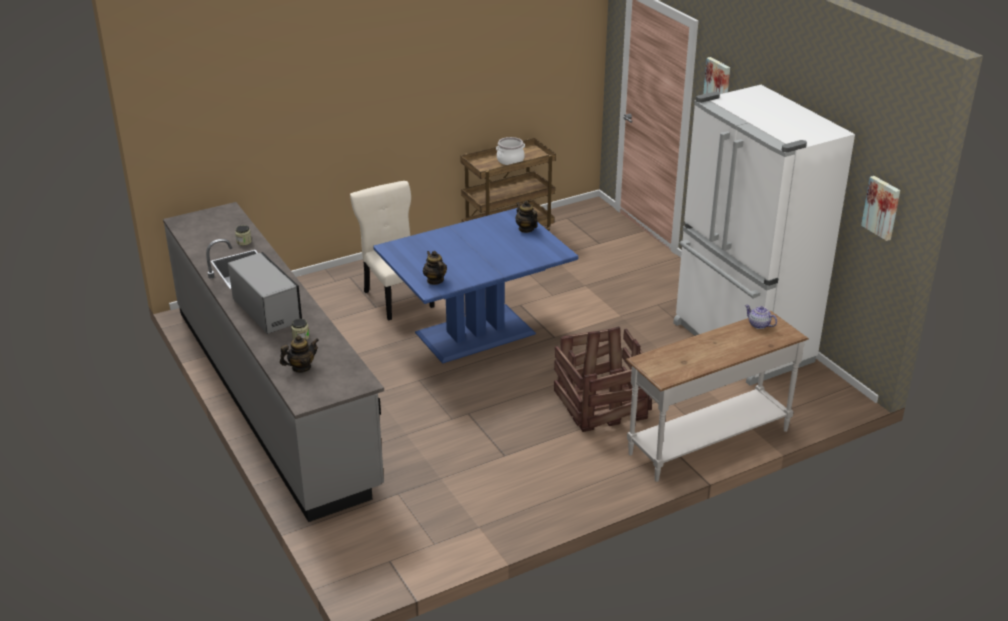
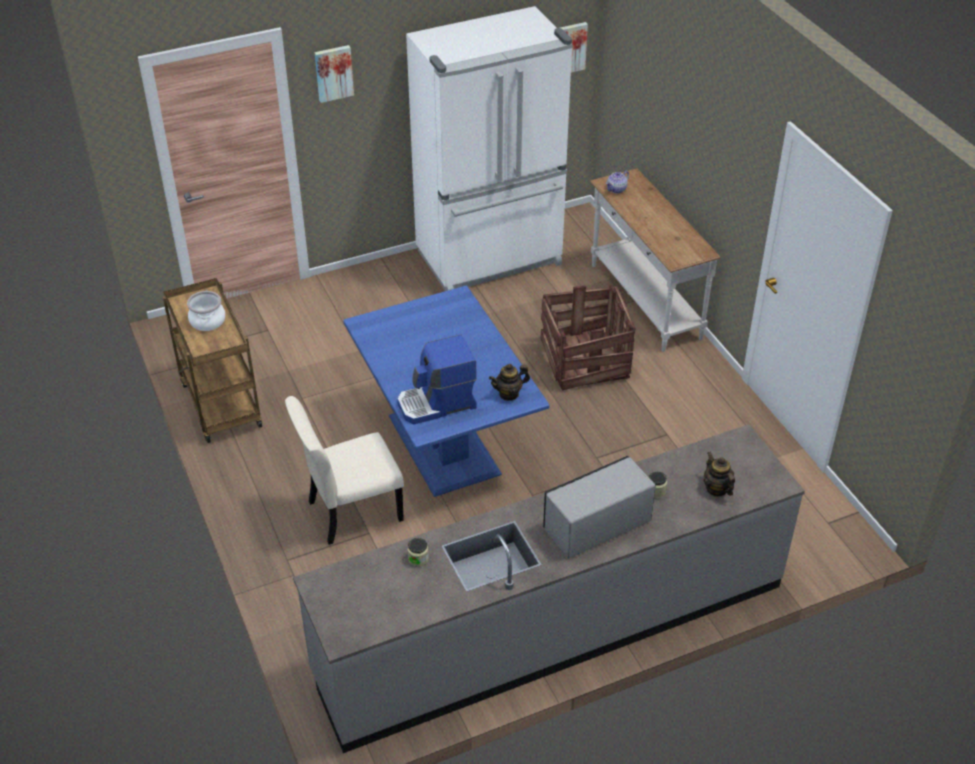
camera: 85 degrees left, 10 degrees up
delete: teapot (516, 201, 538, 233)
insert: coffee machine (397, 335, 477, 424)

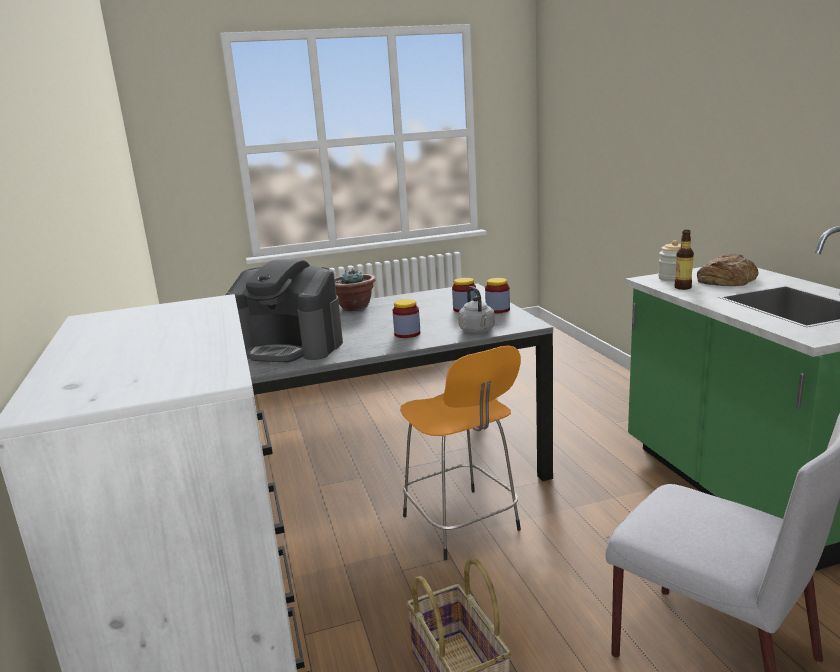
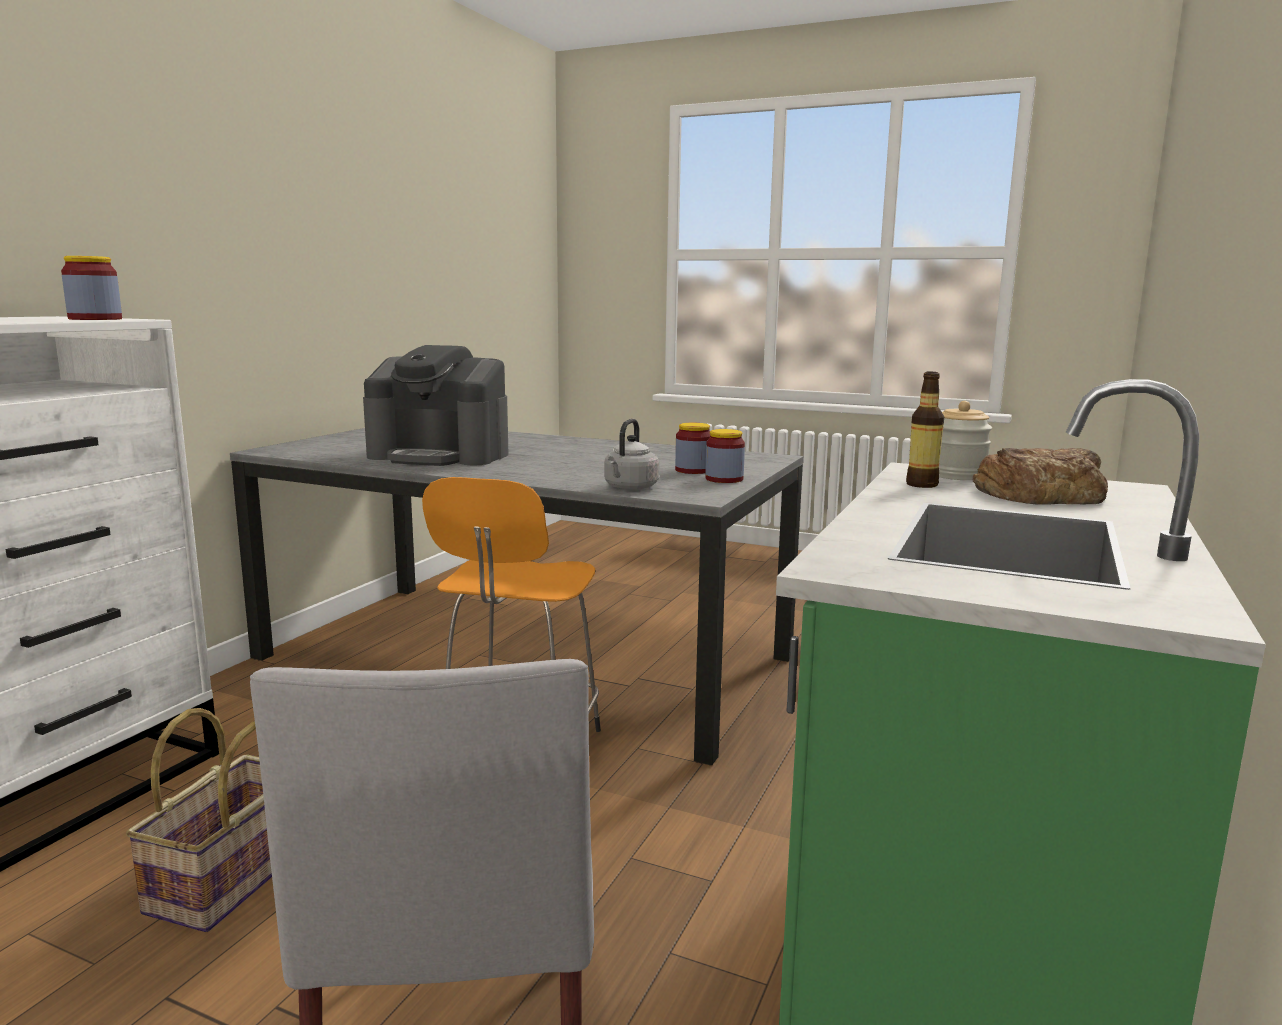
camera: 40 degrees right, 5 degrees down
delete: potted plant (335, 269, 376, 311)
move: jar (393, 299, 420, 338) to (61, 256, 122, 320)
rotate: coffee machine (225, 259, 343, 362) = (363, 345, 509, 466) 45 degrees counterclockwise

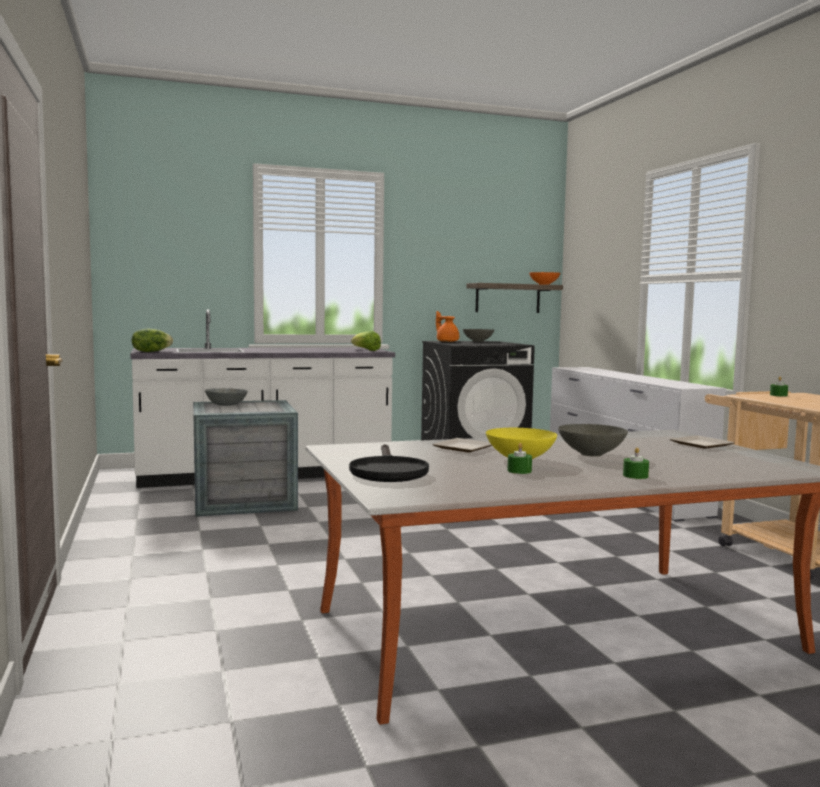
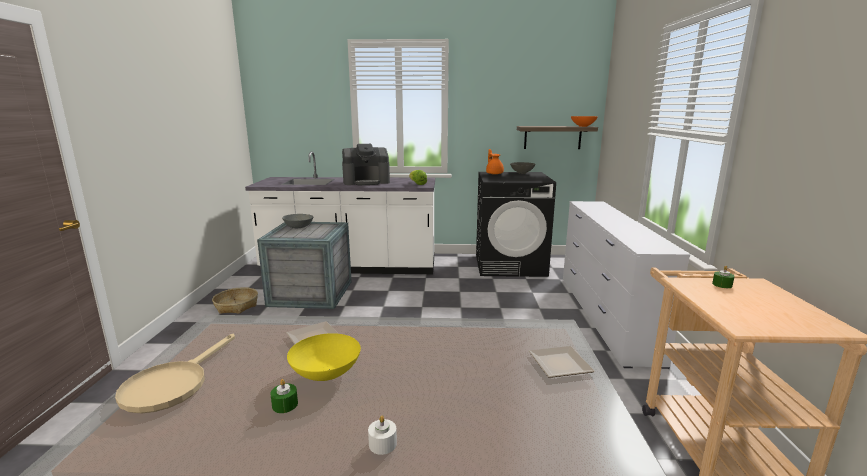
camera: 20 degrees right, 10 degrees up
delete: lettuce (132, 329, 173, 352); grey bowl (558, 424, 628, 457)
insert: basket (212, 287, 258, 314); coffee machine (342, 144, 390, 185)
recolor: black frying pan (349, 444, 429, 482) to beige frying pan (115, 333, 235, 413); green candle (623, 447, 649, 479) to white candle (368, 416, 397, 455)

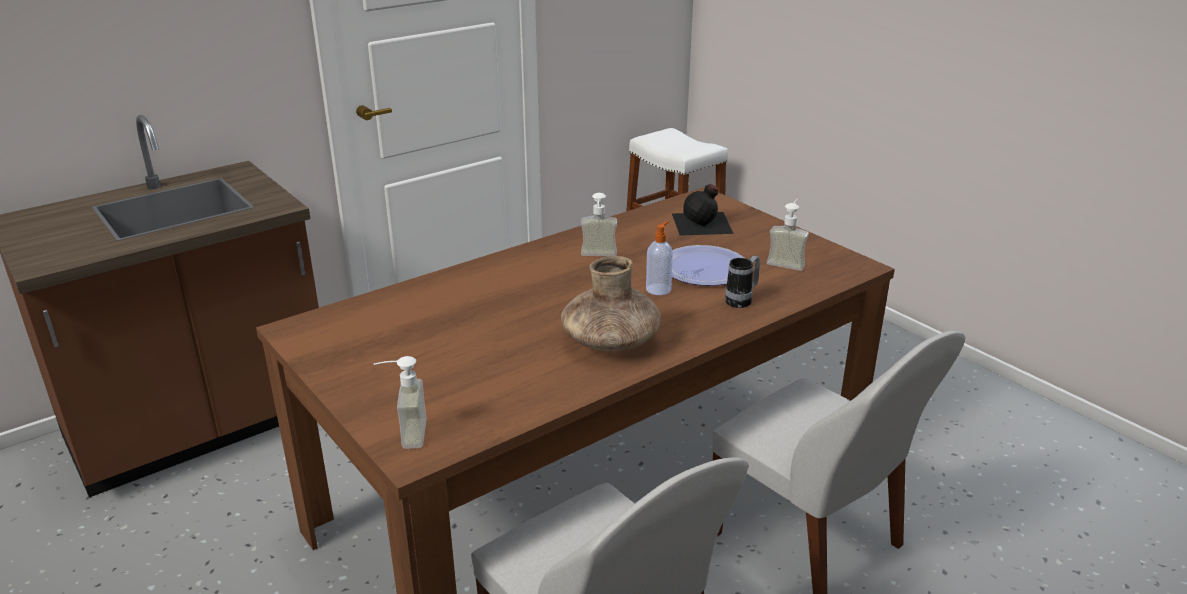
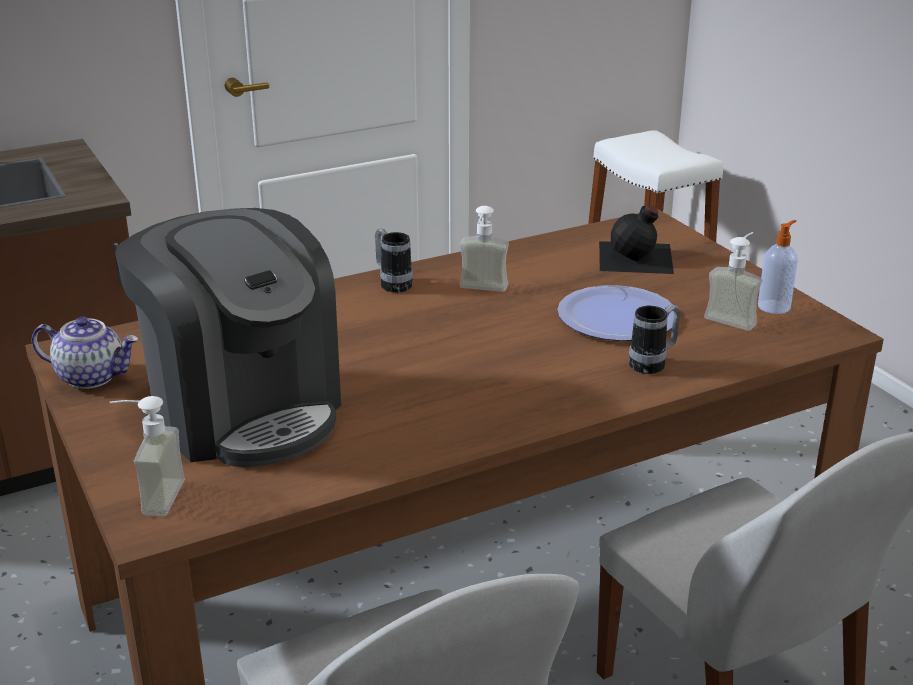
camera: 10 degrees right, 0 degrees up
delete: brown vase (561, 256, 661, 351)
insert: teapot (32, 317, 138, 389); coffee machine (115, 208, 341, 467); mug (375, 229, 413, 293)
move: soap dispenser (646, 221, 673, 295) to (758, 220, 798, 314)

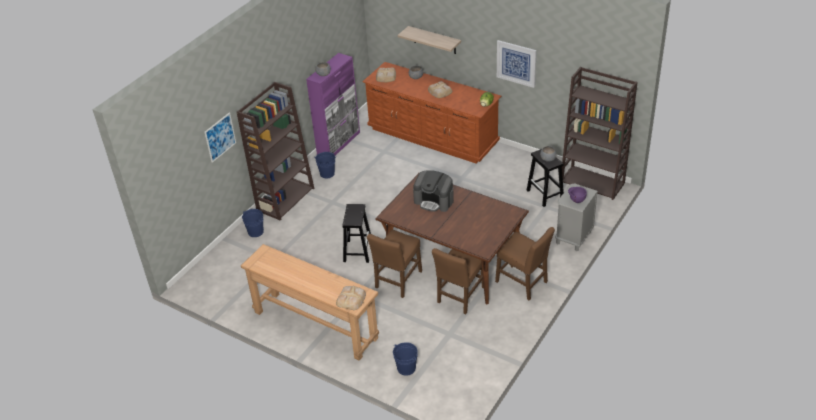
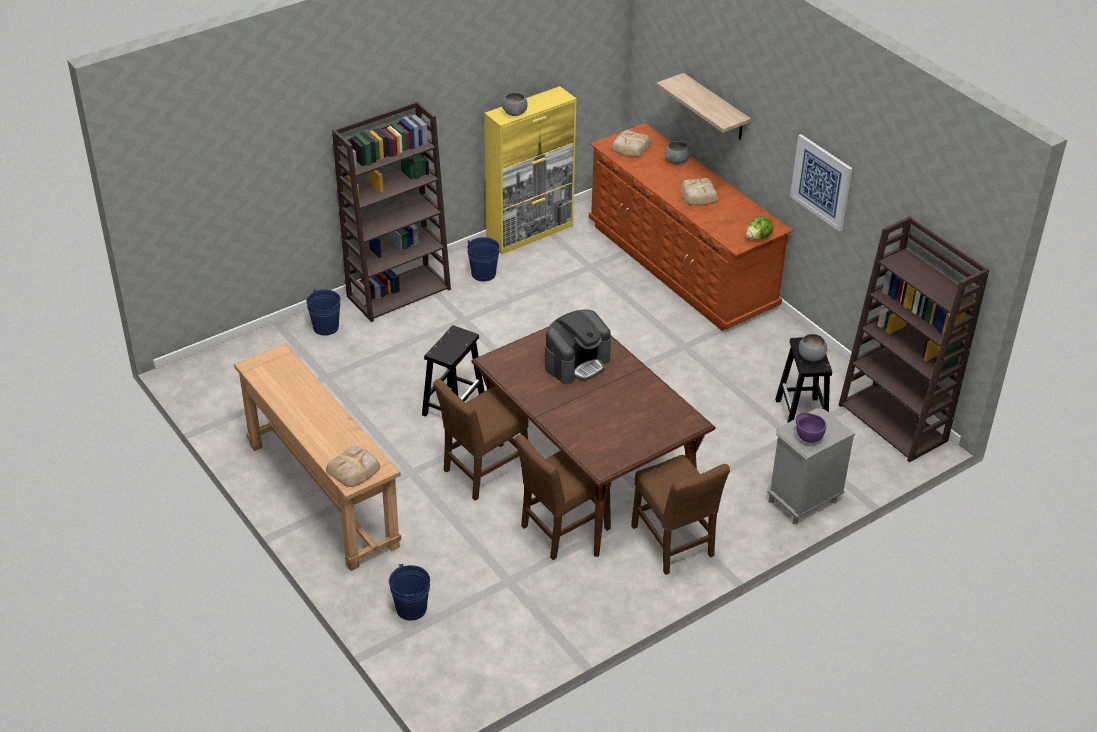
camera: 20 degrees right, 0 degrees up
delete: picture (205, 112, 236, 163)
recolor: purple cabinet (306, 53, 360, 156) to yellow cabinet (484, 86, 577, 255)
rotate: coffee machine (413, 170, 454, 212) = (545, 310, 611, 384) 90 degrees counterclockwise

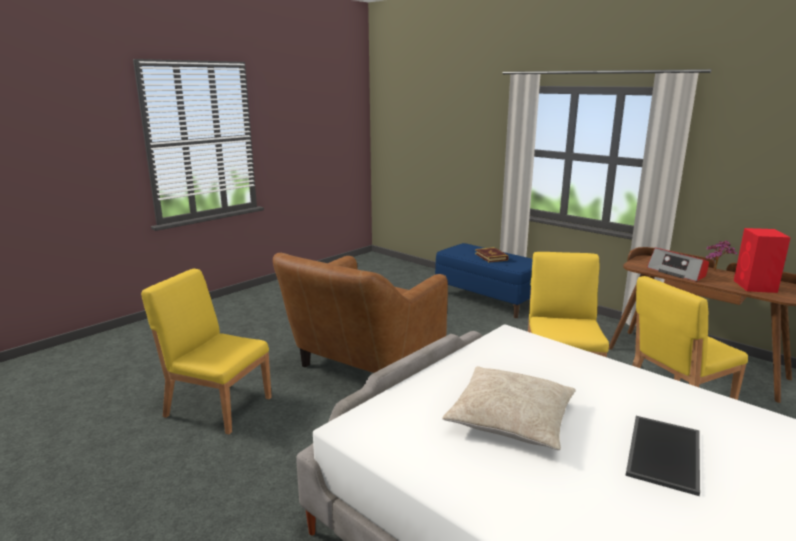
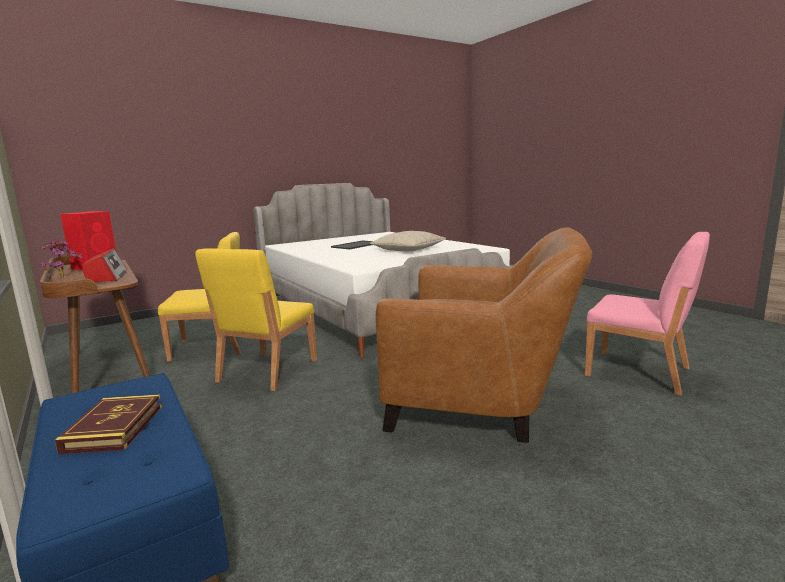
camera: 165 degrees left, 5 degrees down
recolor: yellow chair (141, 269, 272, 434) to pink chair (585, 232, 710, 396)
rotate: brown armchair (273, 253, 448, 373) = (376, 228, 592, 443) 60 degrees clockwise

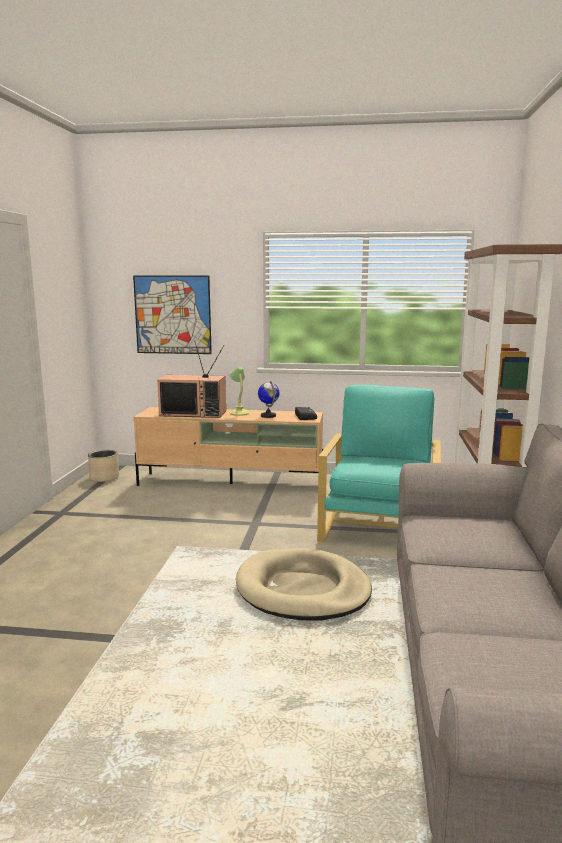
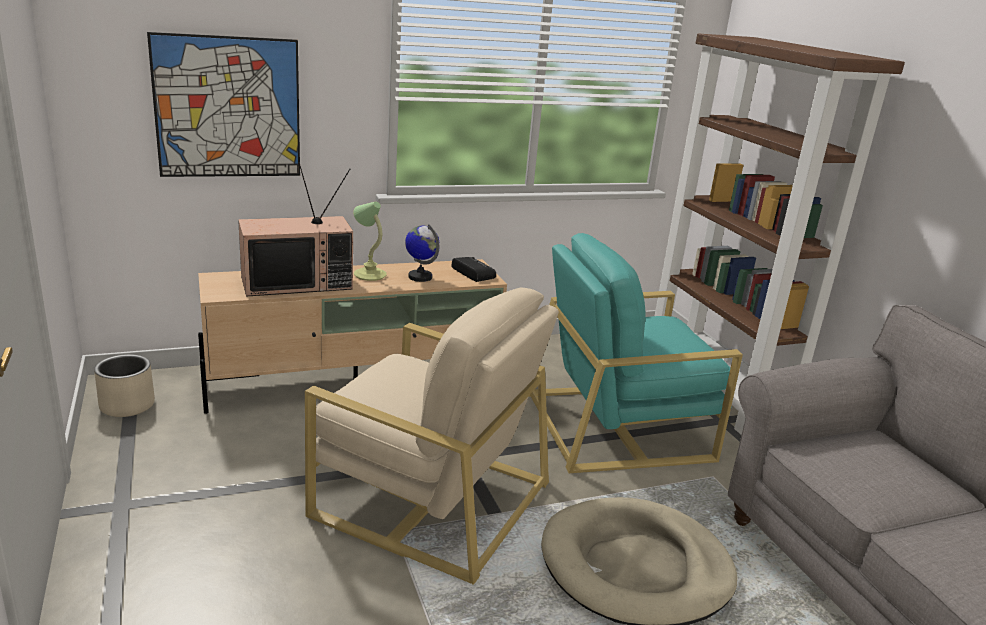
camera: 30 degrees left, 10 degrees up
insert: beige armchair (305, 287, 559, 585)
rotate: turquoise armchair (317, 385, 441, 542) = (529, 233, 743, 473) 90 degrees counterclockwise

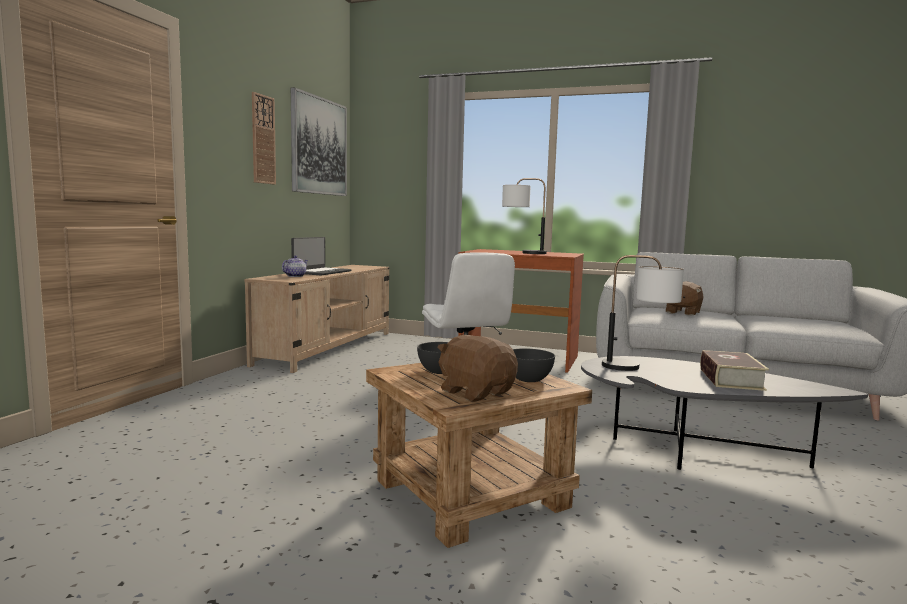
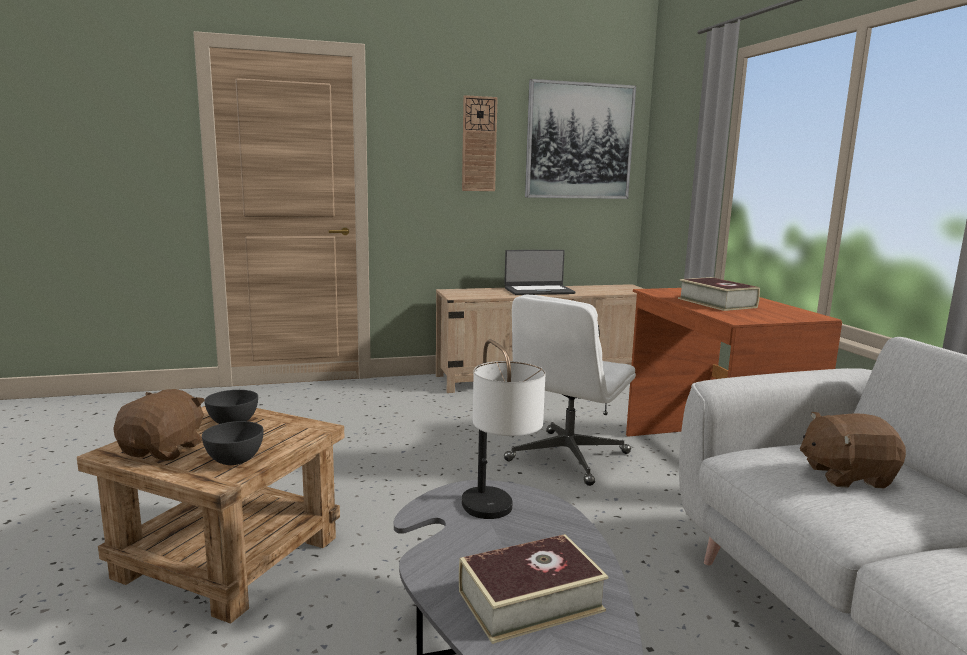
camera: 55 degrees right, 5 degrees up
delete: teapot (282, 255, 308, 277)
replace: table lamp (502, 178, 547, 254) to book (678, 277, 760, 311)

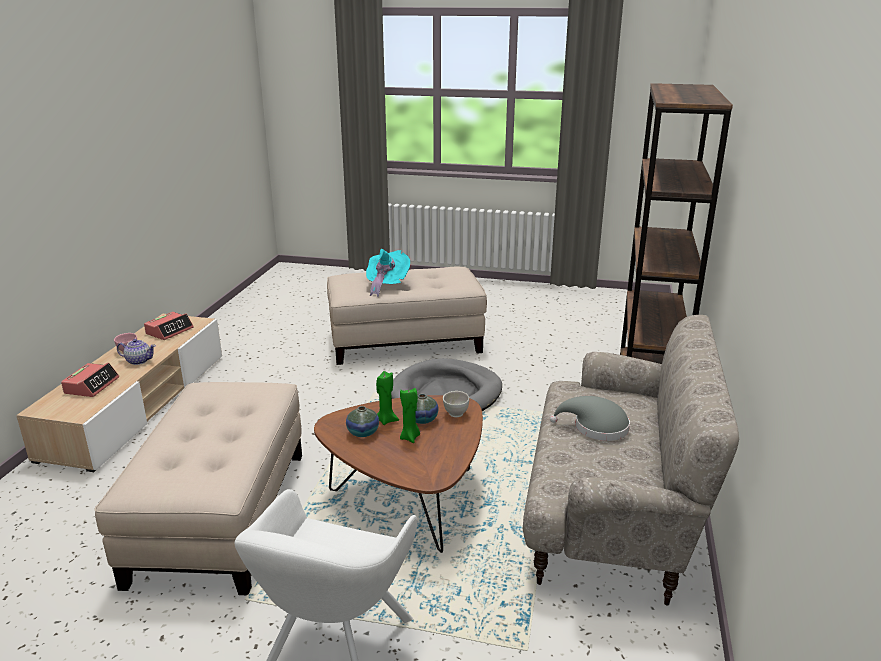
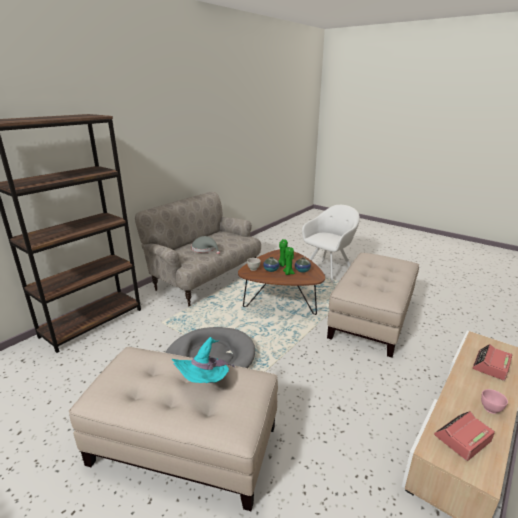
camera: 155 degrees left, 0 degrees up
delete: teapot (117, 339, 156, 365)

